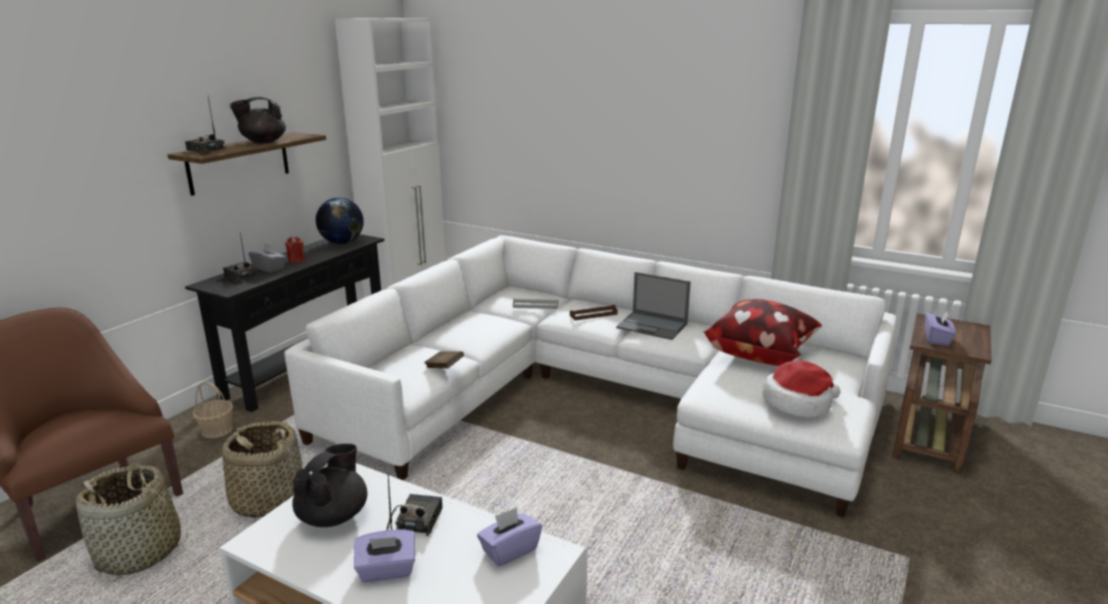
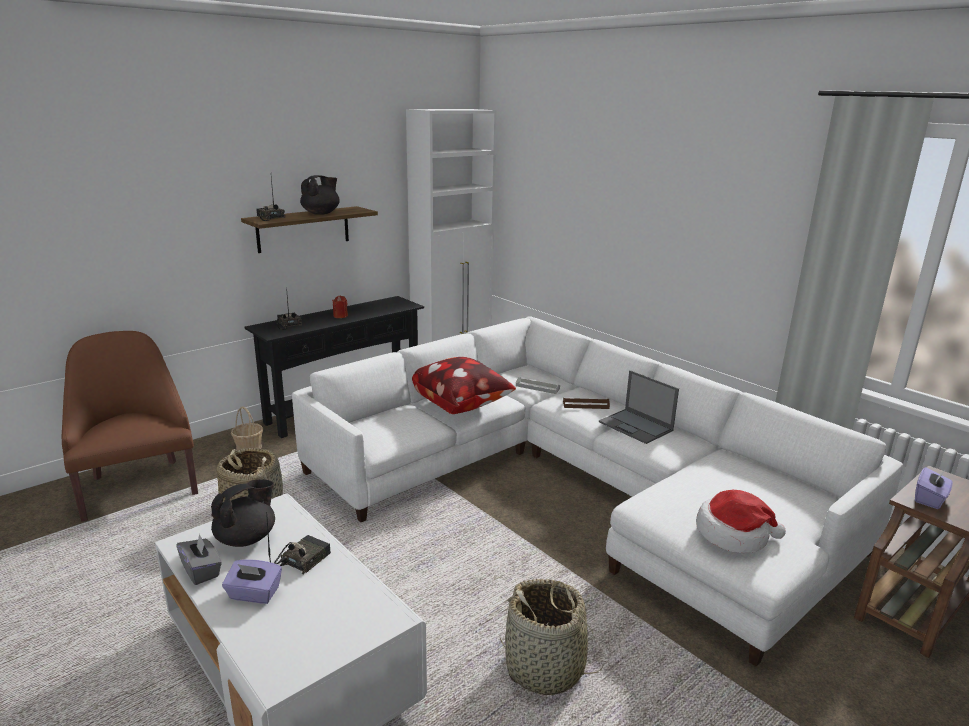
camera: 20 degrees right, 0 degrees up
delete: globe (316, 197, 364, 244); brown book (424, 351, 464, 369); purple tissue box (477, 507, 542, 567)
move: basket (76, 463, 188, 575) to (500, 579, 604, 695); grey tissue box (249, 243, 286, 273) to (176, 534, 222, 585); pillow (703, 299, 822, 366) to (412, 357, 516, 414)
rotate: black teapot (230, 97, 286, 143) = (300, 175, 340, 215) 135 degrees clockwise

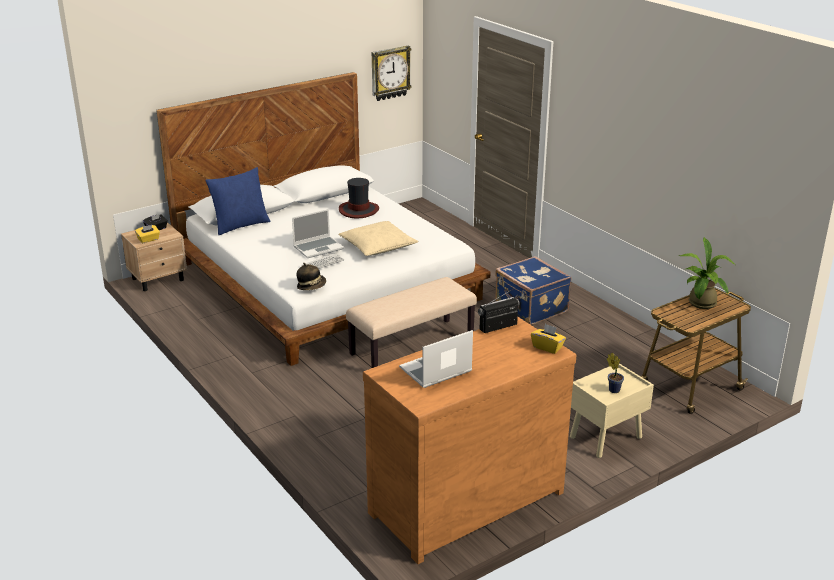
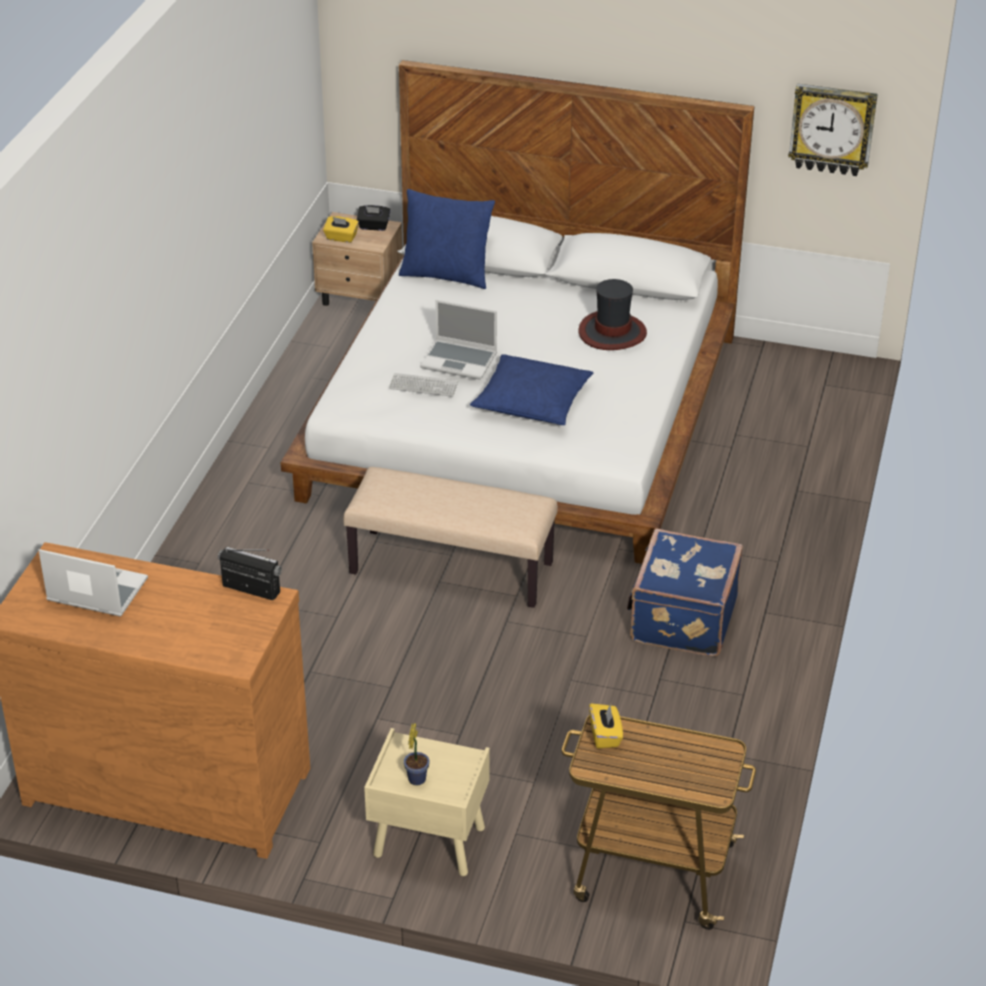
camera: 50 degrees right, 10 degrees up
delete: hat (296, 263, 326, 290); potted plant (679, 237, 736, 309)
move: yellow tissue box (531, 324, 566, 354) to (589, 703, 623, 749)
recolor: beige pillow (338, 221, 419, 256) to blue pillow (470, 354, 593, 425)

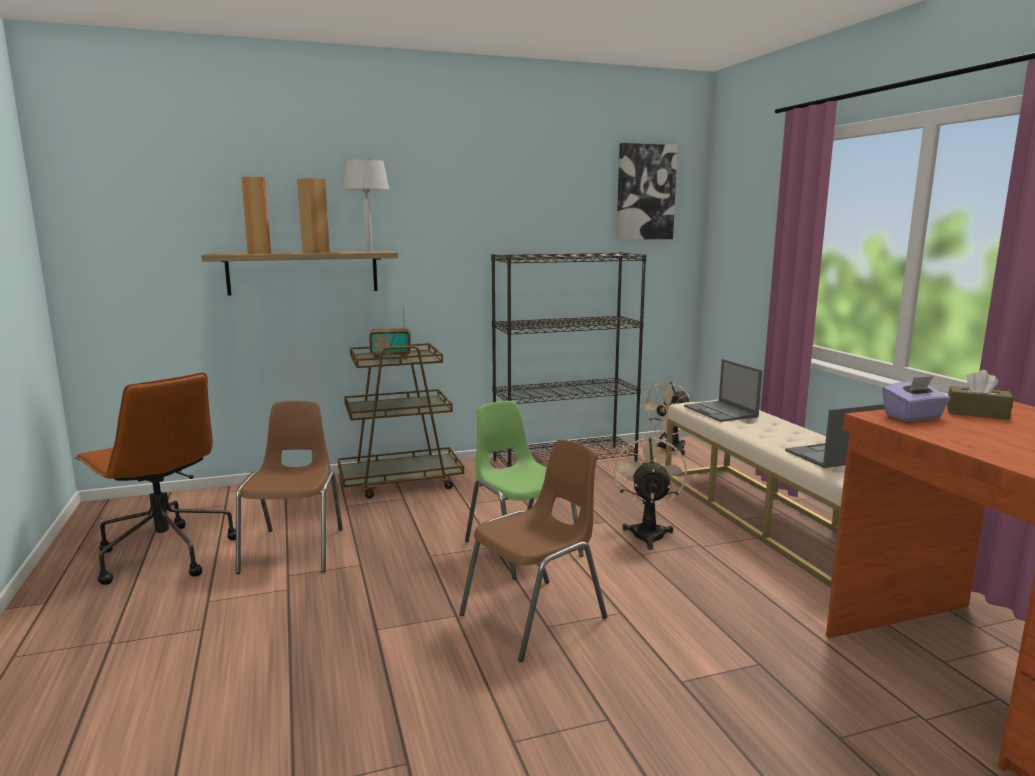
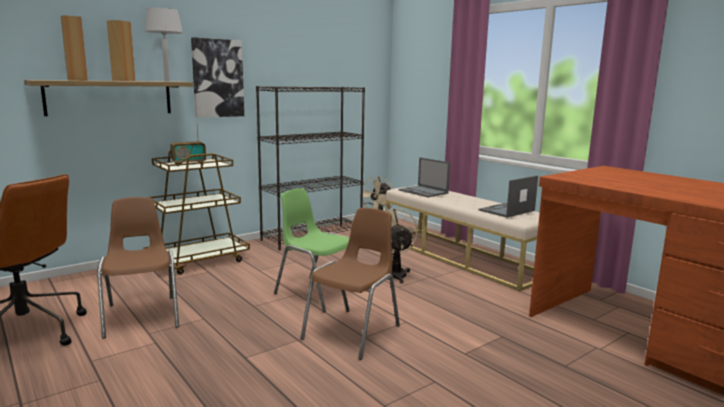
camera: 20 degrees left, 0 degrees up
delete: purple tissue box (883, 376, 950, 421); brown tissue box (947, 370, 1013, 420)
move: picture (617, 143, 678, 240) to (191, 37, 244, 118)

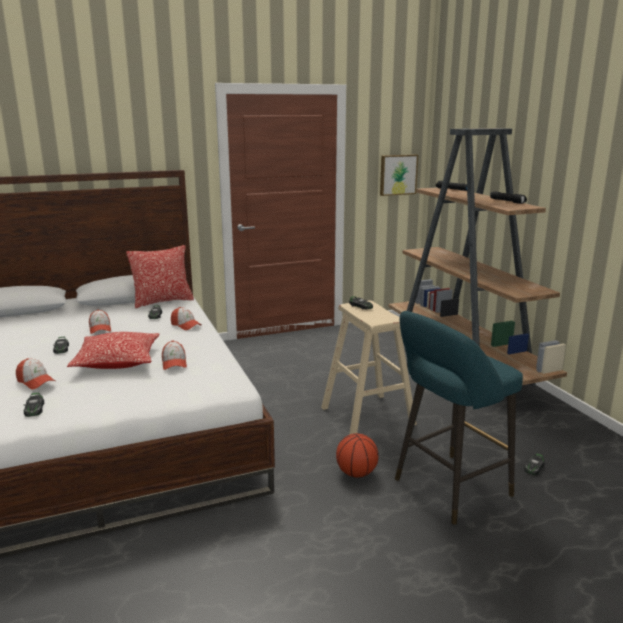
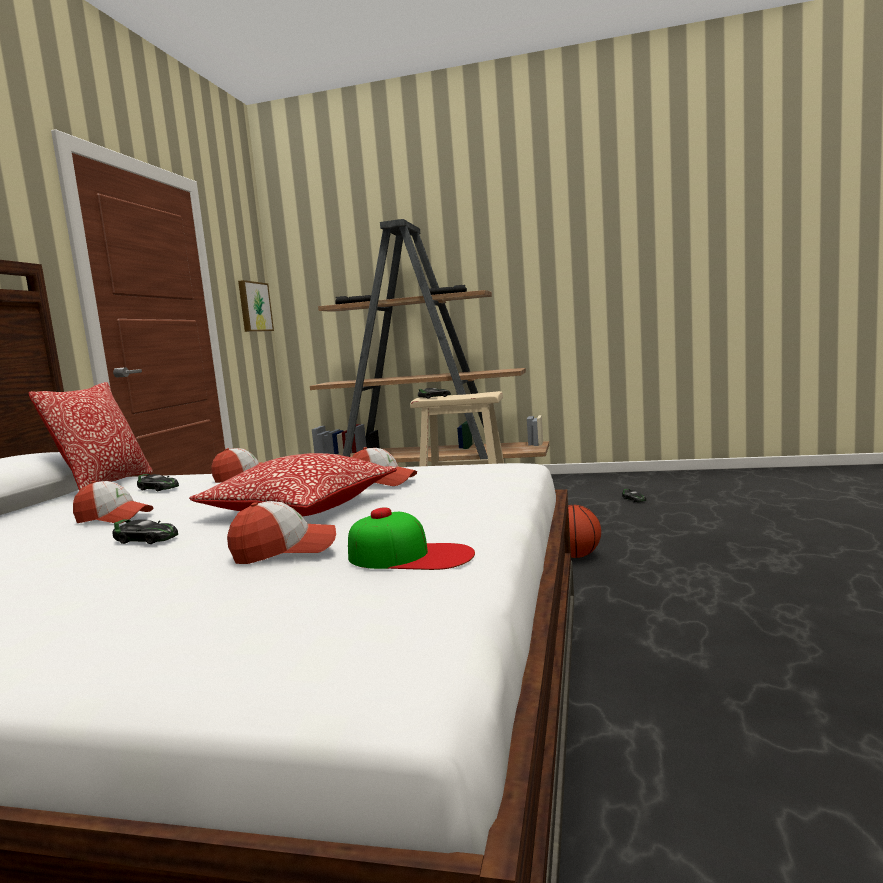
camera: 55 degrees left, 10 degrees down
delete: turquoise stool (395, 311, 523, 525)
replace: toy car (24, 393, 44, 417) to cap (348, 507, 475, 570)

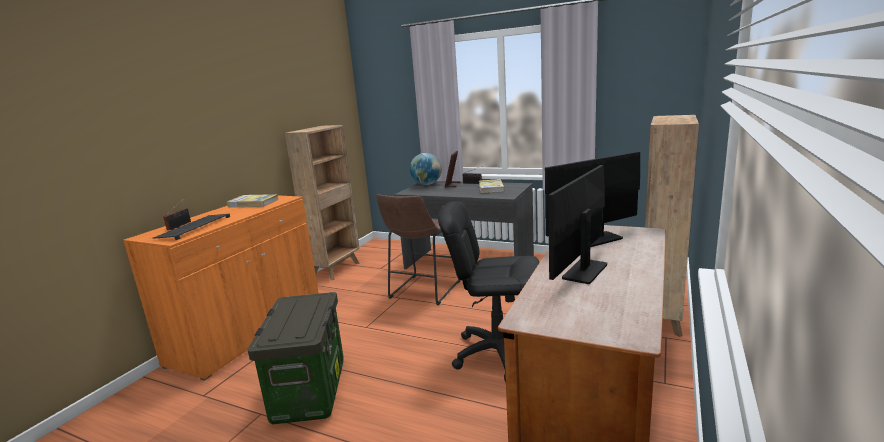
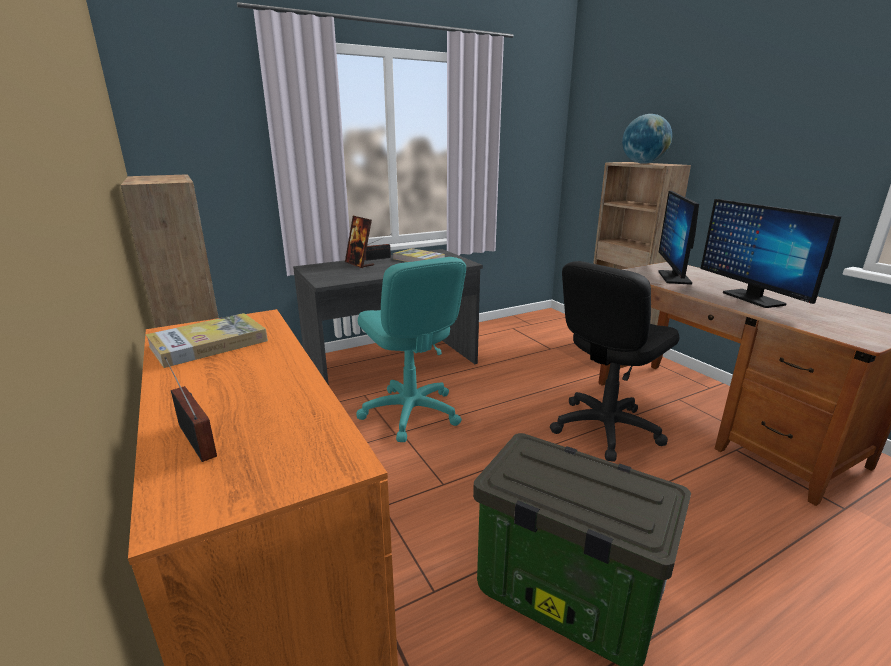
camera: 55 degrees left, 5 degrees up
delete: keyboard (153, 214, 230, 240)
move: globe (410, 153, 442, 185) to (622, 114, 672, 164)
replace: brown stool (376, 194, 460, 305) to turquoise office chair (357, 257, 466, 442)

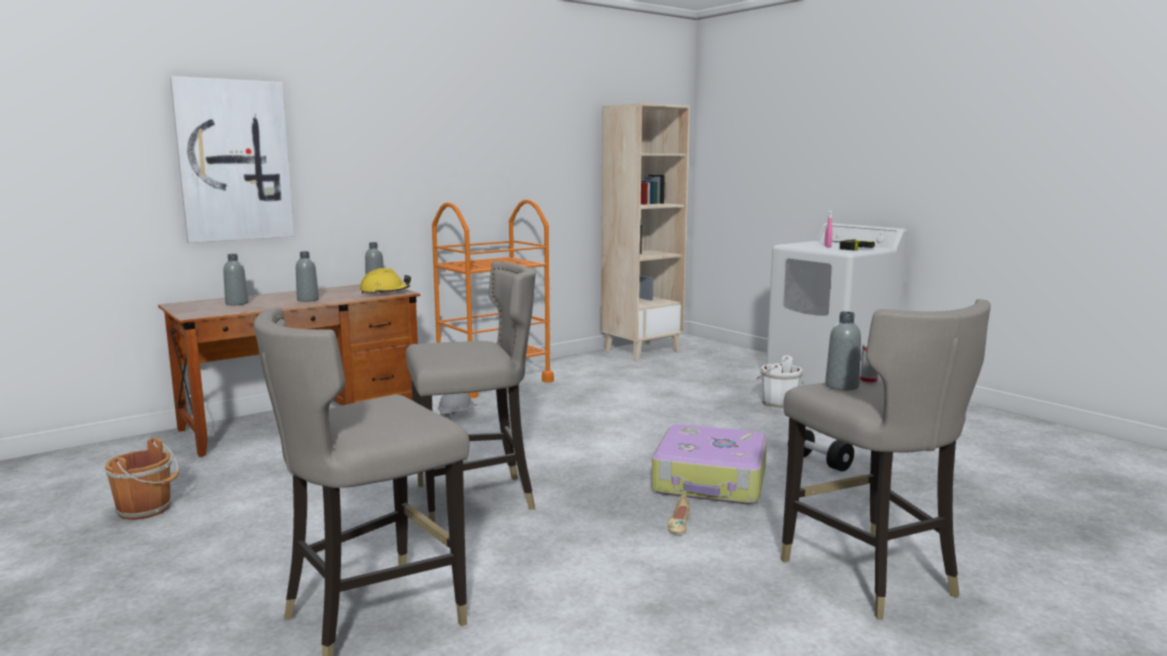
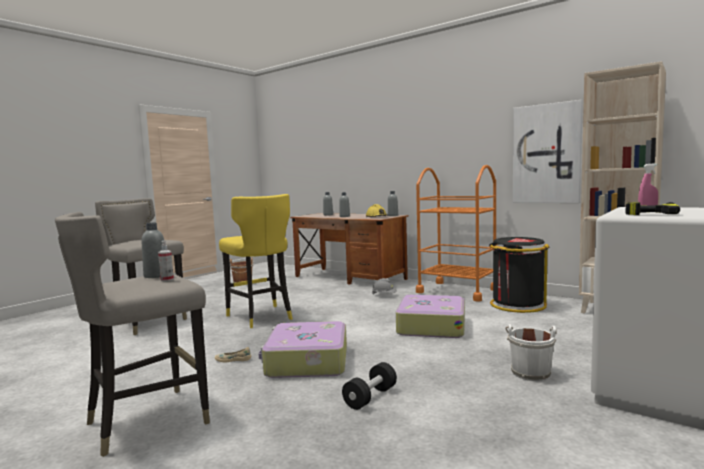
camera: 75 degrees right, 5 degrees down
insert: suitcase (396, 295, 465, 338); black trash can (489, 237, 549, 313)
move: picture (170, 76, 294, 243) to (513, 100, 583, 203)
recolor: grey stool (406, 261, 536, 523) to yellow stool (219, 194, 293, 328)

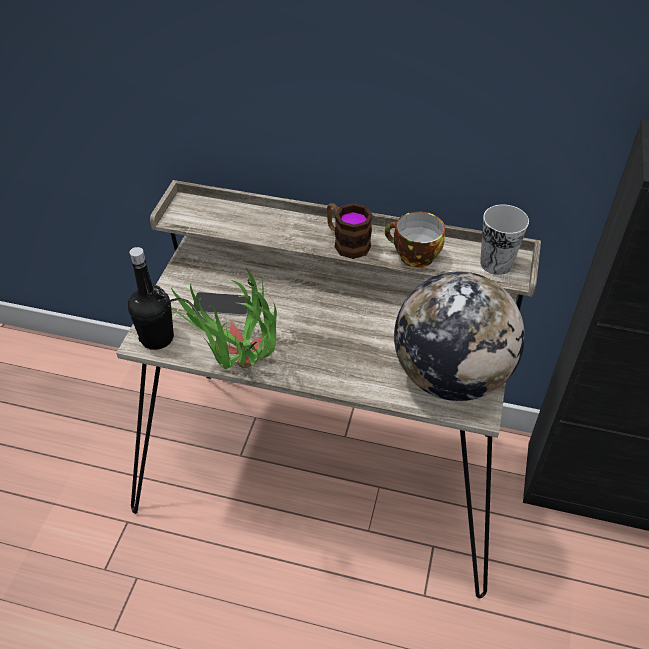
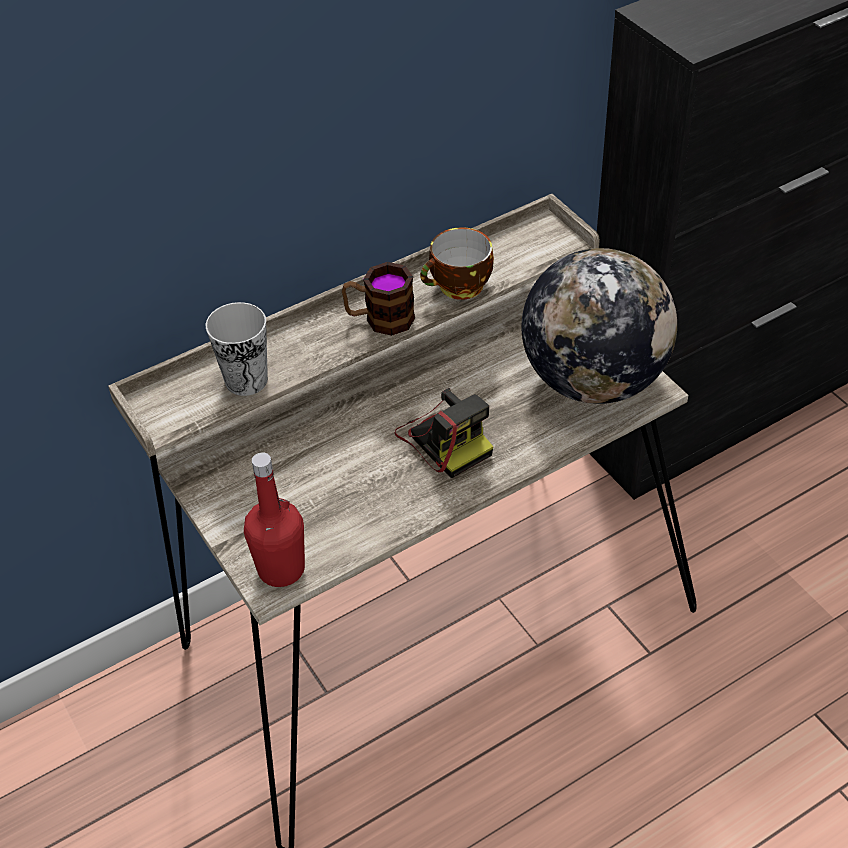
camera: 45 degrees left, 0 degrees up
delete: potted plant (169, 267, 277, 369); phone (192, 292, 251, 316)
insert: photo camera (395, 388, 493, 478)
move: cup (480, 204, 529, 275) to (206, 302, 268, 396)
recolor: black bottle (128, 247, 174, 350) to red bottle (244, 452, 305, 587)

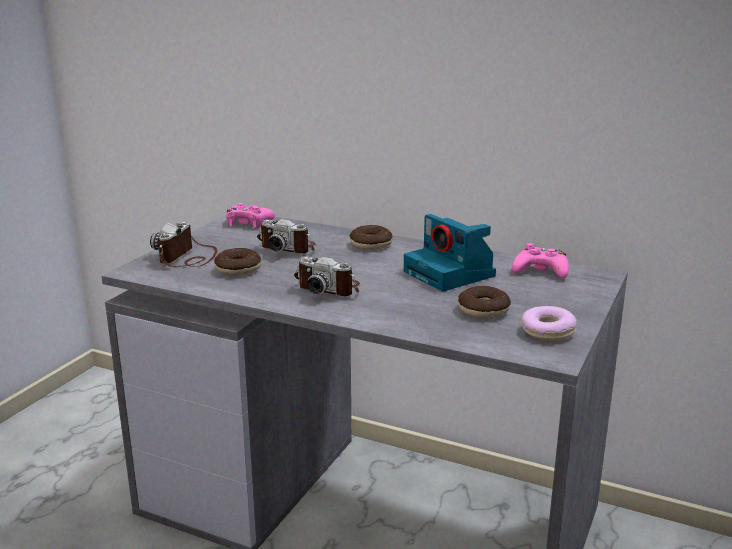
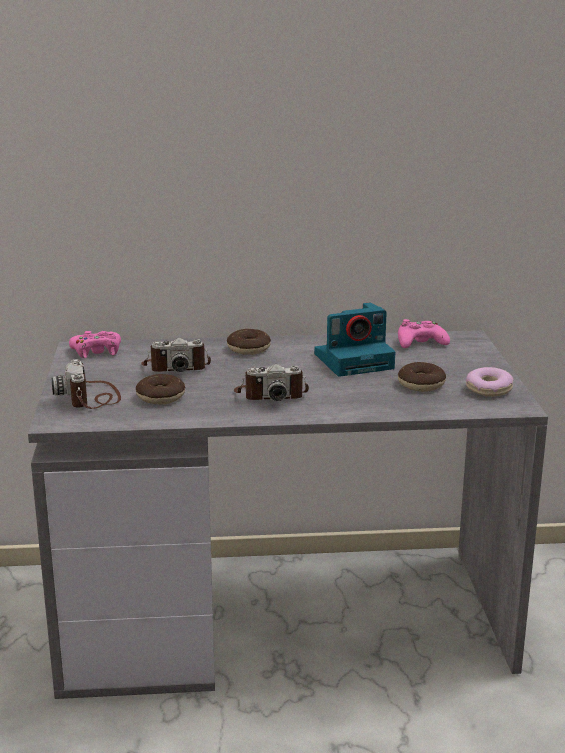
camera: 30 degrees left, 0 degrees up
rotate: photo camera (404, 214, 496, 291) = (314, 302, 396, 377) 45 degrees counterclockwise

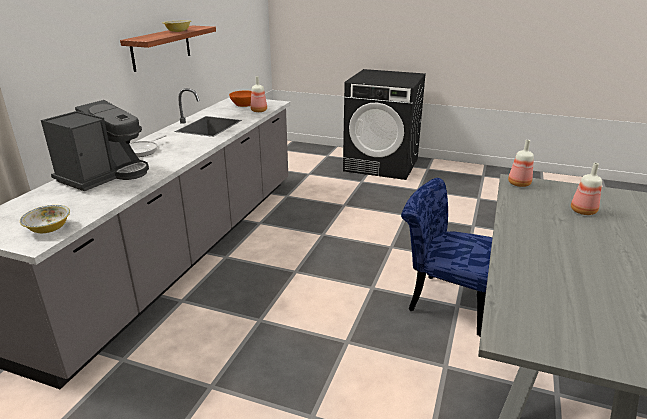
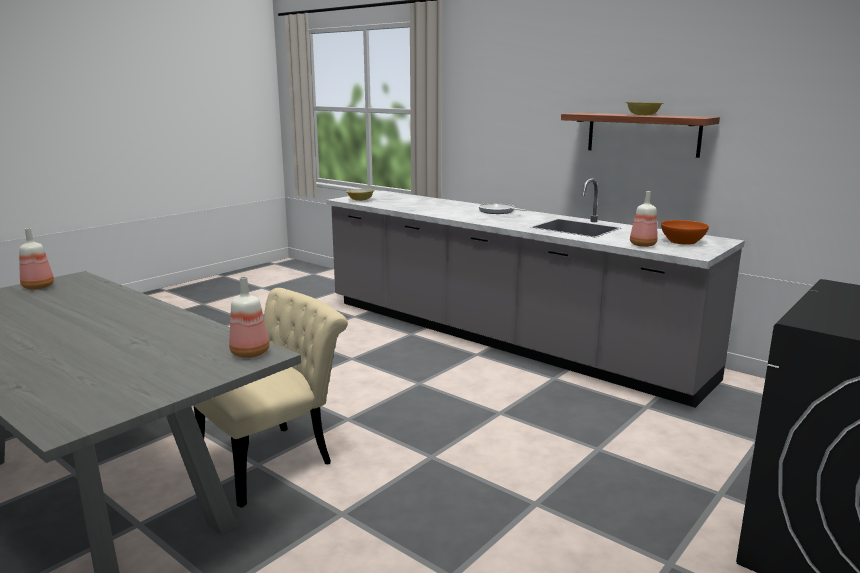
camera: 110 degrees right, 10 degrees down
delete: coffee machine (41, 100, 149, 191)
move: bottle (571, 163, 602, 215) to (19, 228, 54, 290)
recolor: blue chair (401, 178, 493, 336) to beige chair (193, 288, 348, 508)

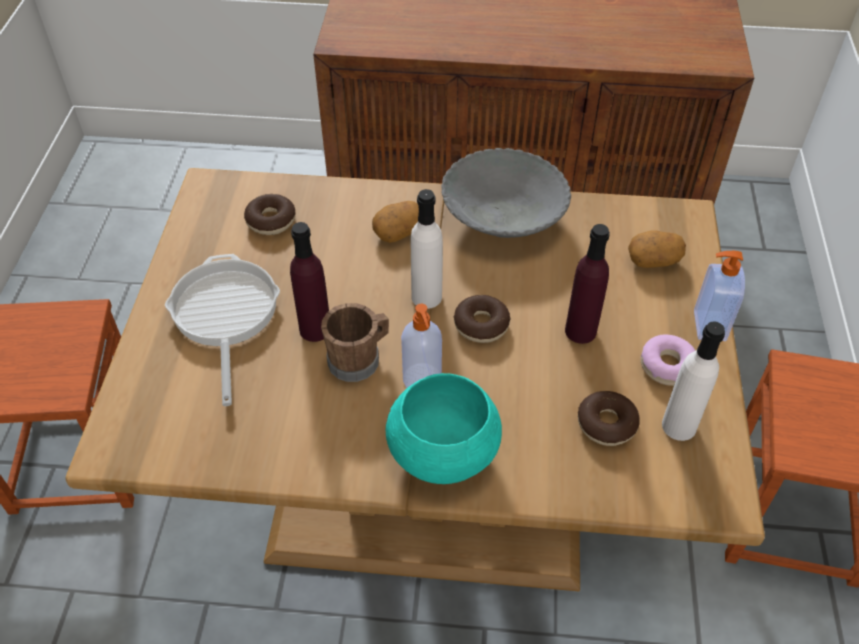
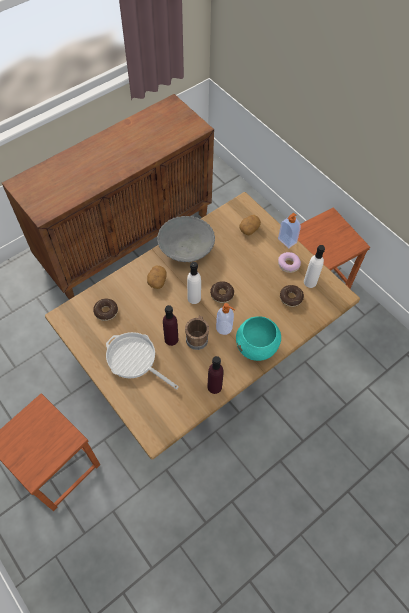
camera: 45 degrees left, 10 degrees up
move: purple bottle (565, 224, 610, 344) to (207, 356, 224, 394)

